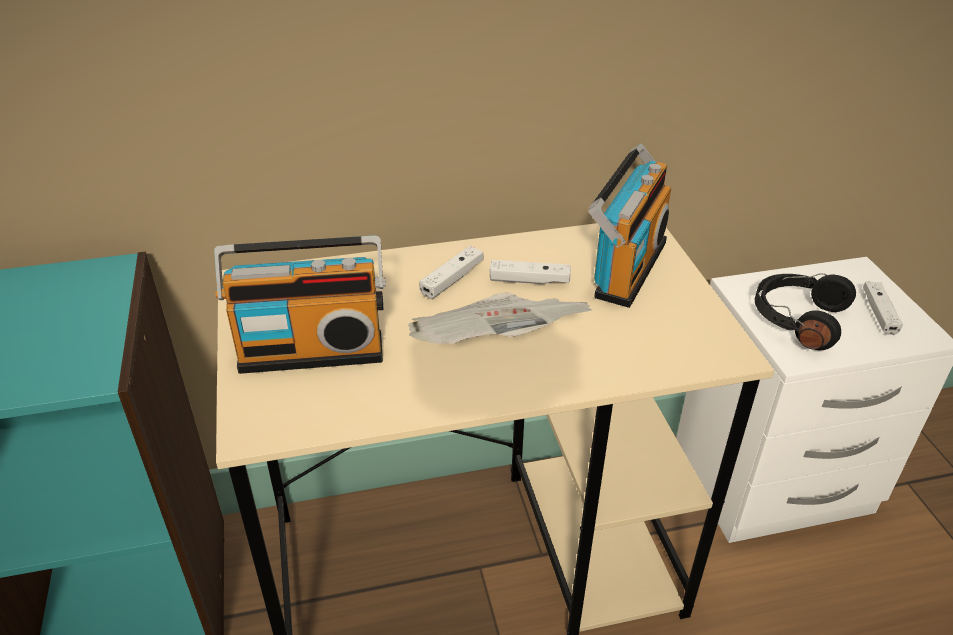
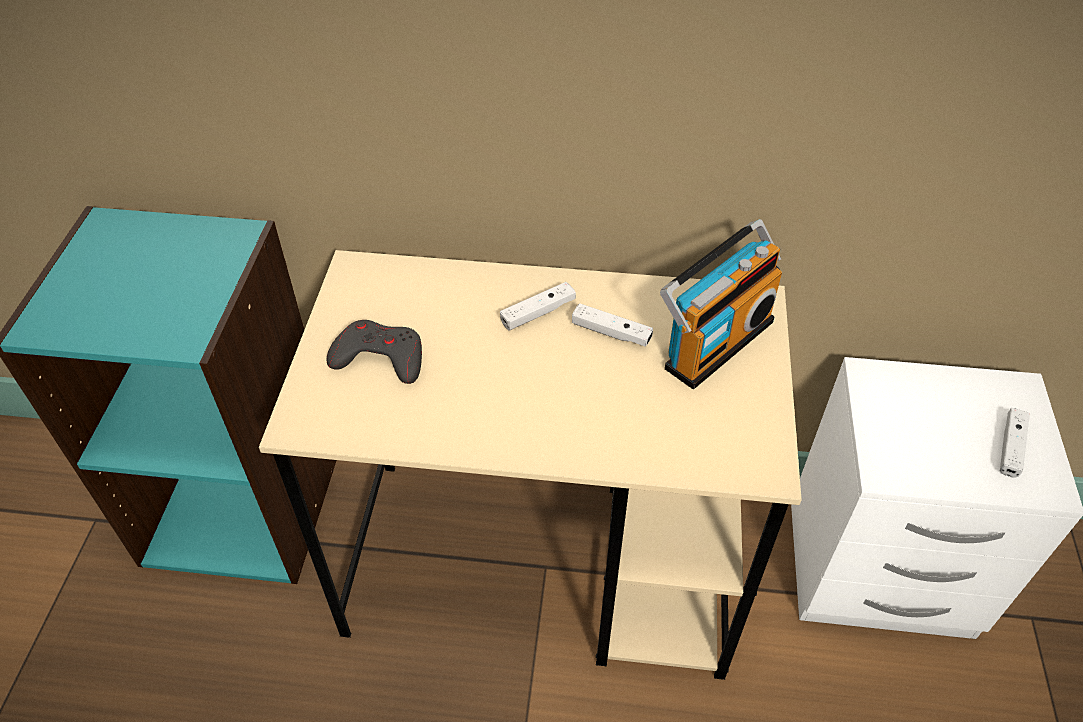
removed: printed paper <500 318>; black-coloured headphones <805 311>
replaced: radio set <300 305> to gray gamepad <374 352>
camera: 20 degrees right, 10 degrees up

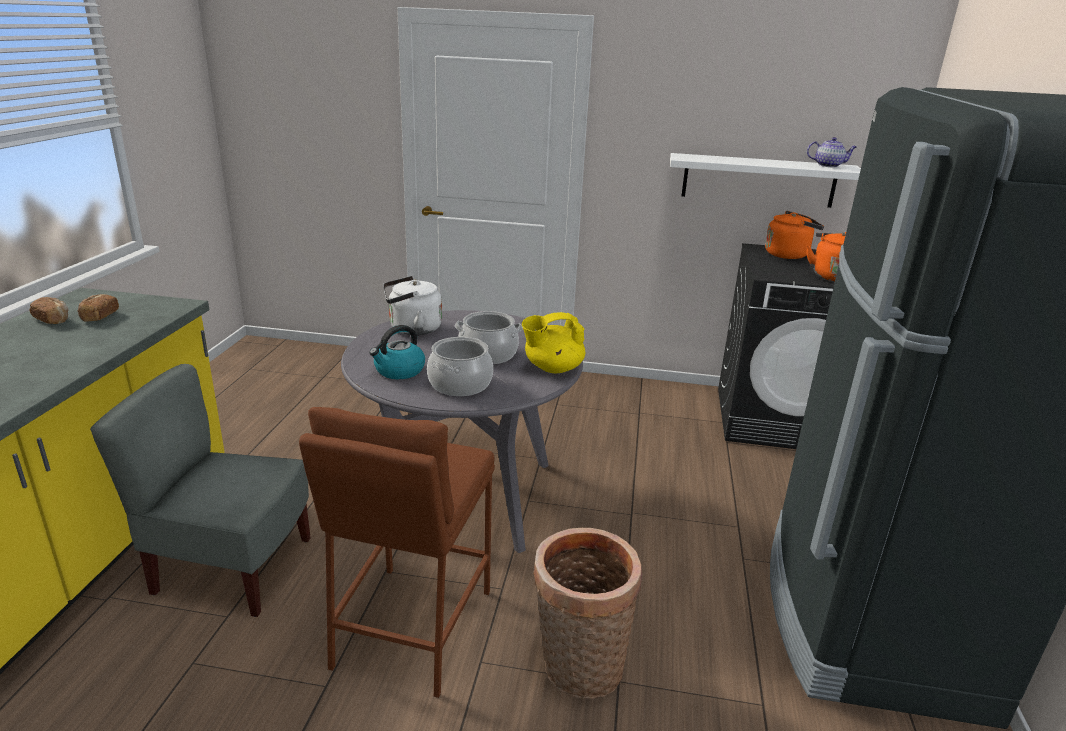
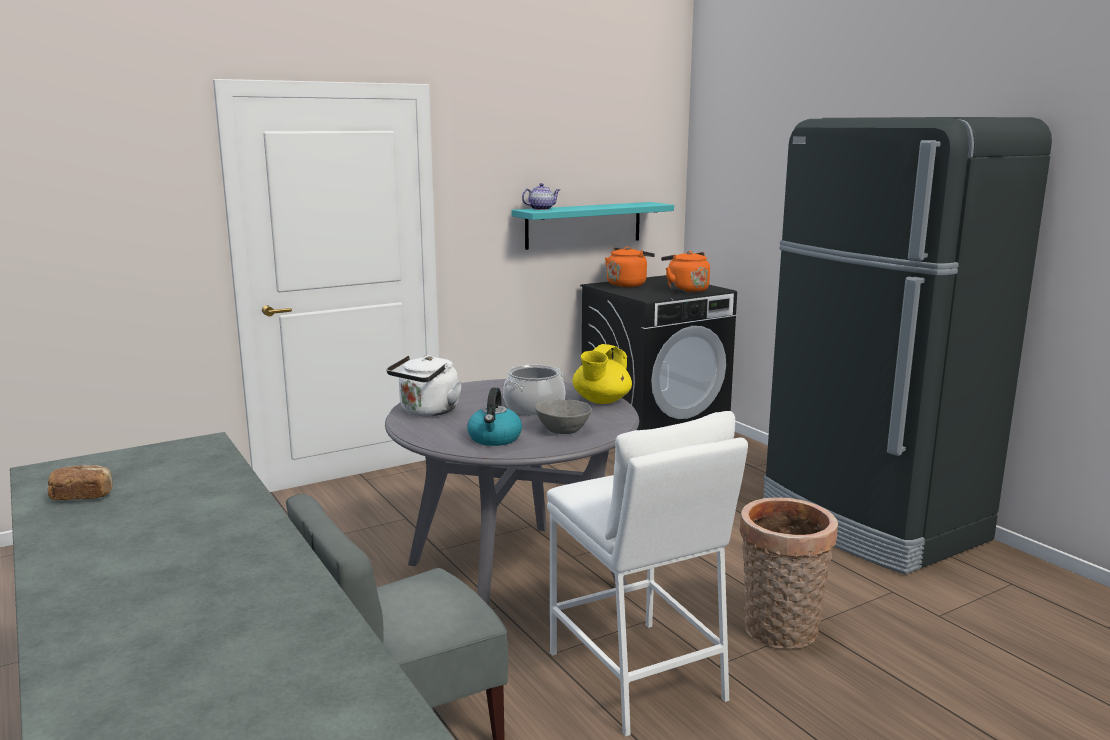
removed: baked bread <98 308>
moved: pot for tea <832 152> to <541 196>
replaced: stockpot <460 366> to gray serving bowl <563 417>
recoloured: whitish shelf <765 180> to blue-green shelf <593 226>; brown stool <397 552> to whitish stool <647 573>
camera: 40 degrees left, 10 degrees down

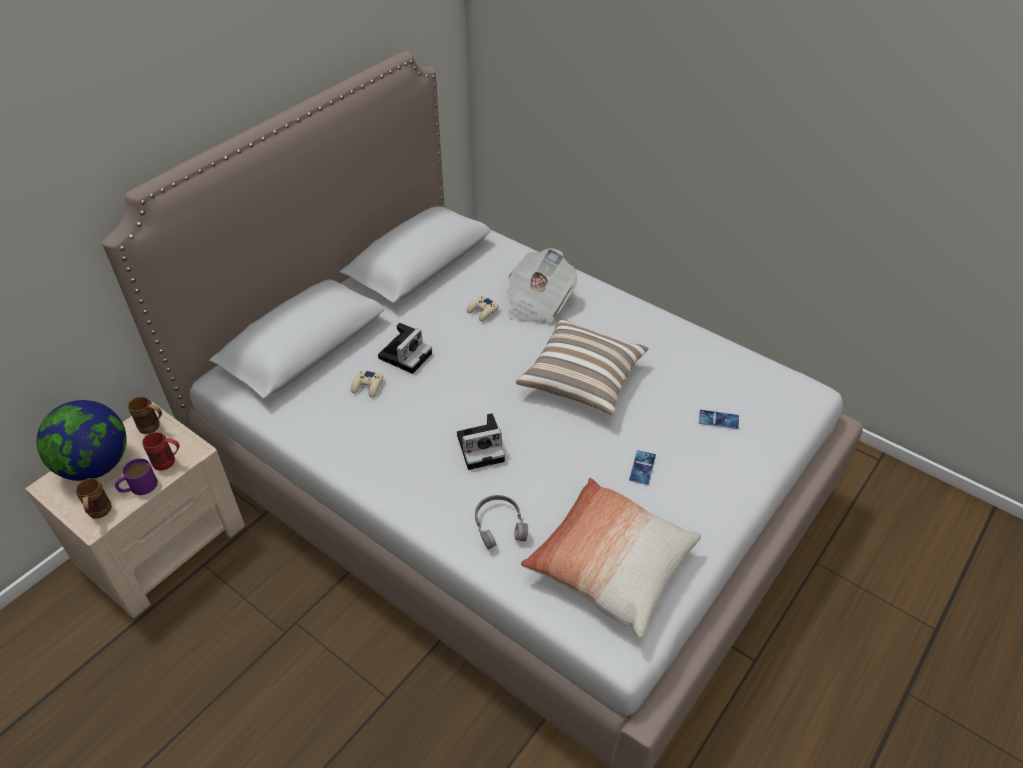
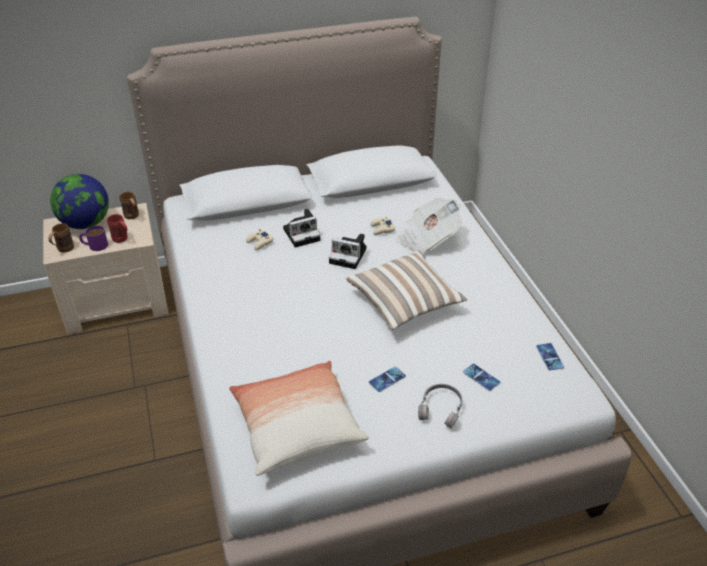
added: handset <550 356>
moved: still camera <481 441> to <347 251>; gray headphones <501 522> to <440 406>
camera: 35 degrees right, 5 degrees down

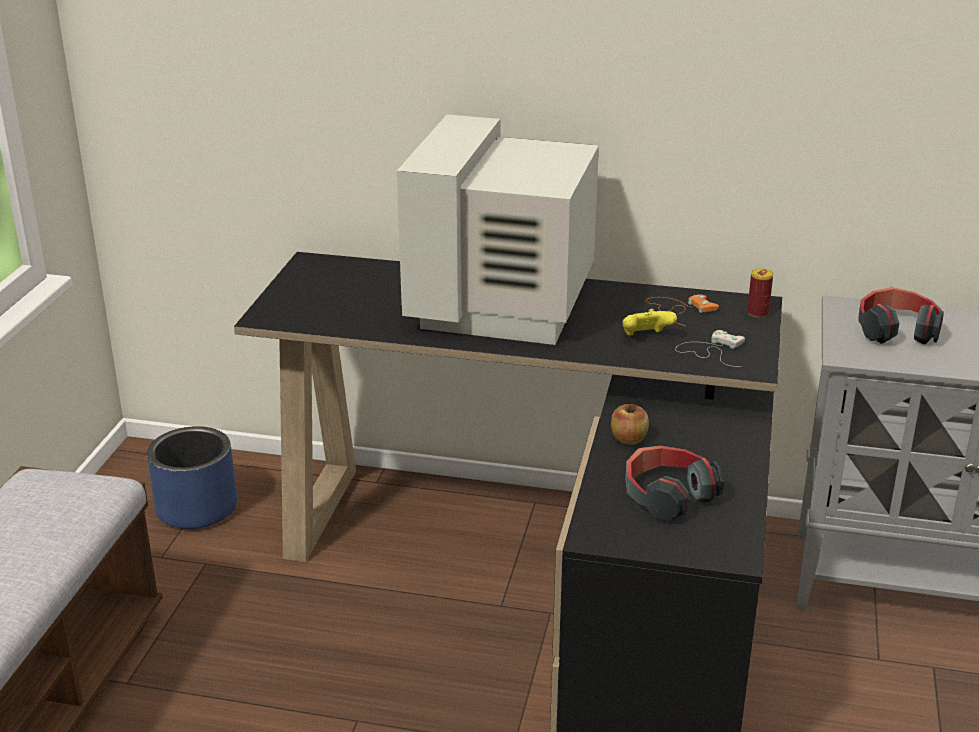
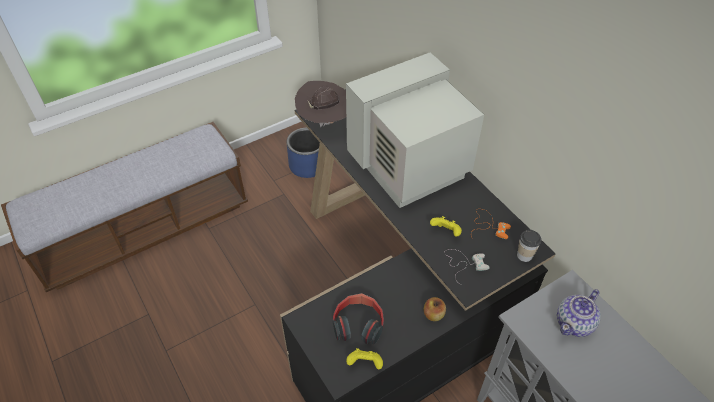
added: brown hat <320 104>; yellowish gamepad <364 358>
moved: apple <630 424> to <435 309>
replaced: sealed can <760 293> to cup <529 246>; headphones <901 316> to pot for tea <579 313>
camera: 45 degrees right, 20 degrees up

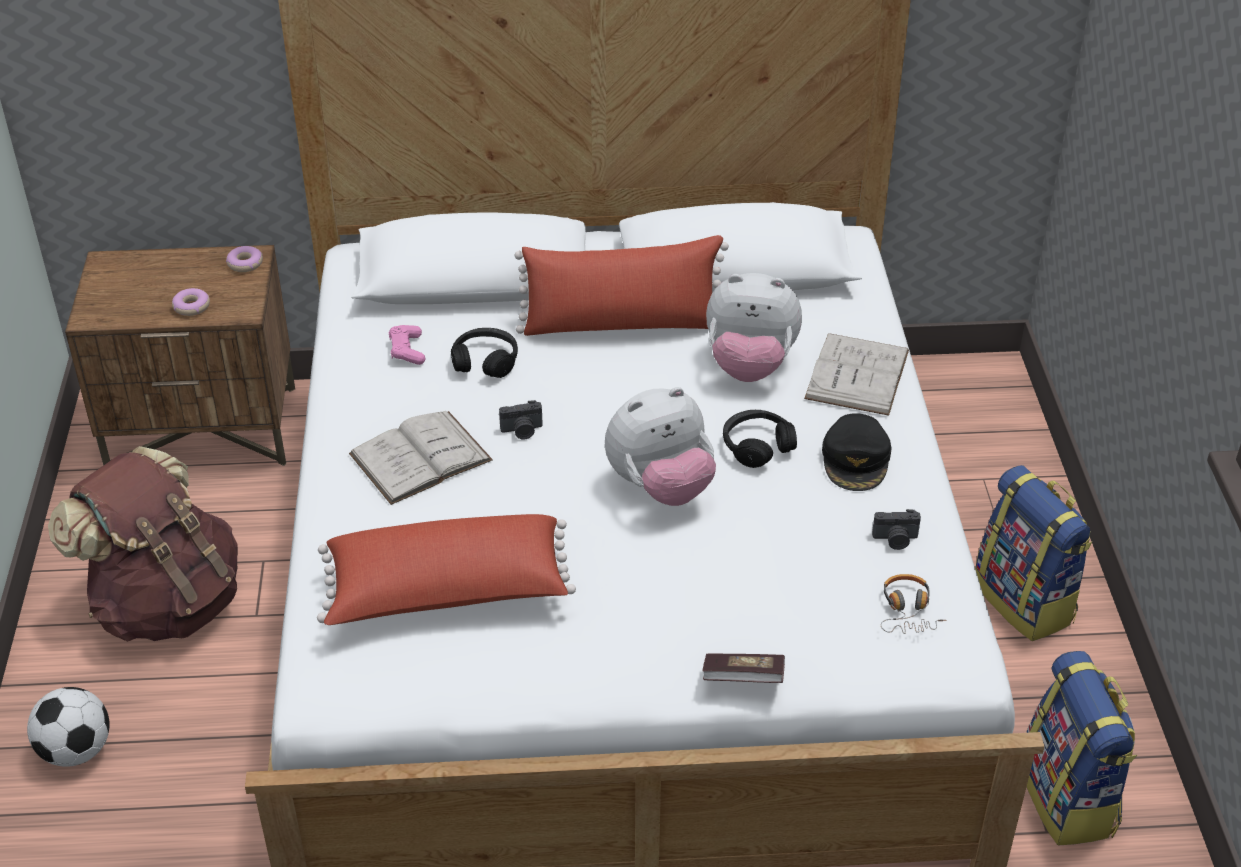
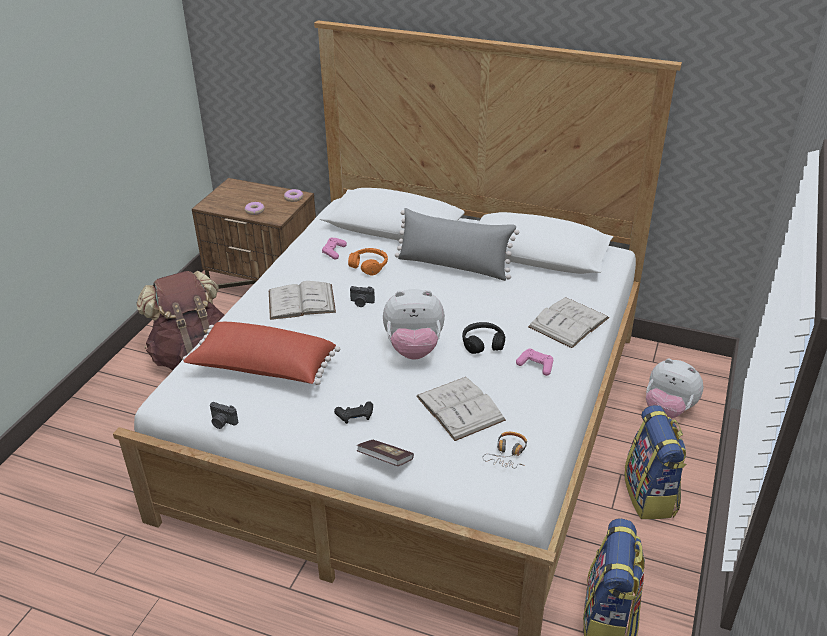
removed: football ball <68 727>
added: black-coloured gamepad <353 413>; whitish bound book <461 409>
moved: still camera <896 529> to <224 415>; plush toy <754 327> to <675 388>
replaced: black-coloured cap <857 452> to pinkish gamepad <534 362>
recoloured: black-coloured headphones <484 353> to orange-coloured headphones <368 262>; reddish cushion <621 285> to gray cushion <457 244>
camera: 25 degrees right, 5 degrees down

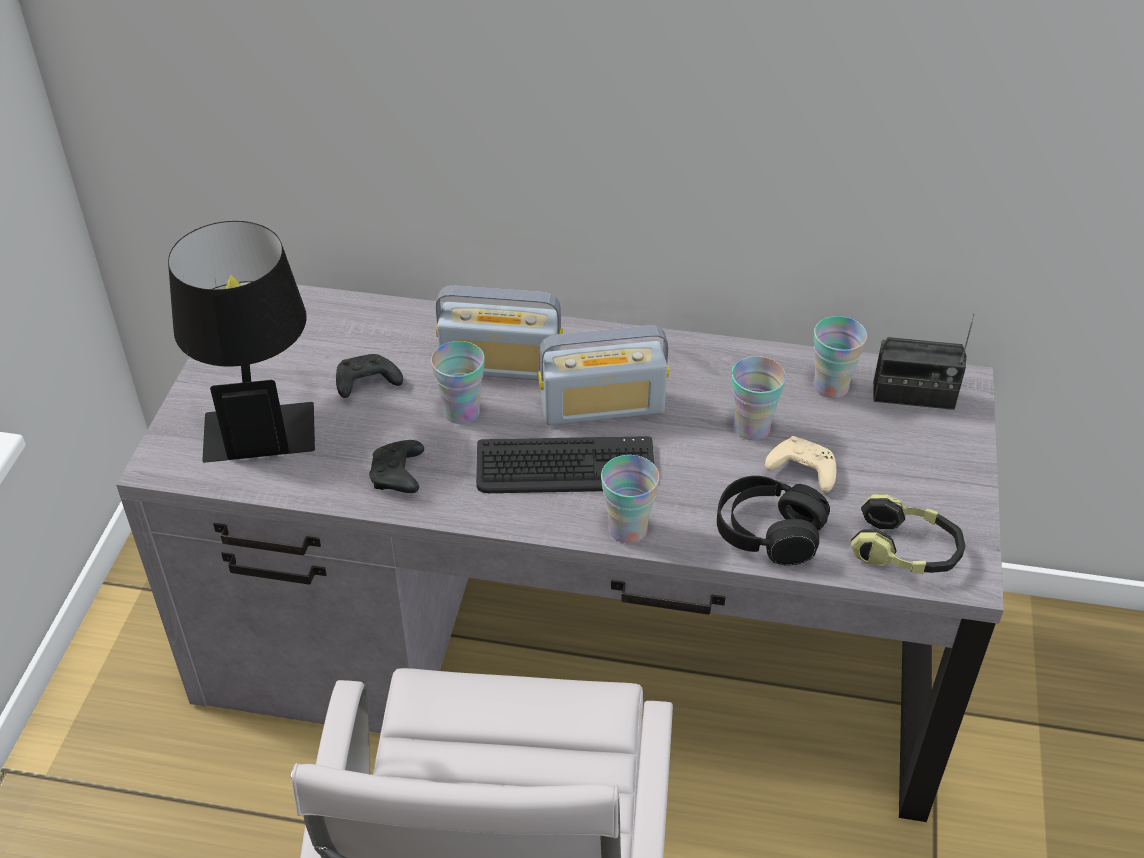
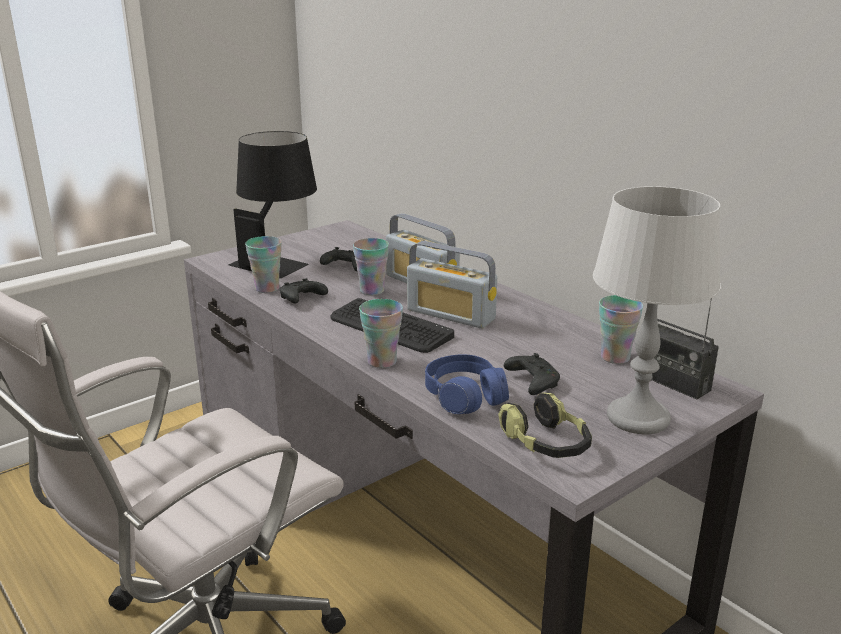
added: gray tabletop lamp <657 310>
moved: cup <759 398> to <263 264>
recoloured: black-coloured headphones <773 521> to bluish headphones <467 384>; beige gamepad <800 464> to black-coloured gamepad <532 374>
camera: 40 degrees right, 20 degrees down

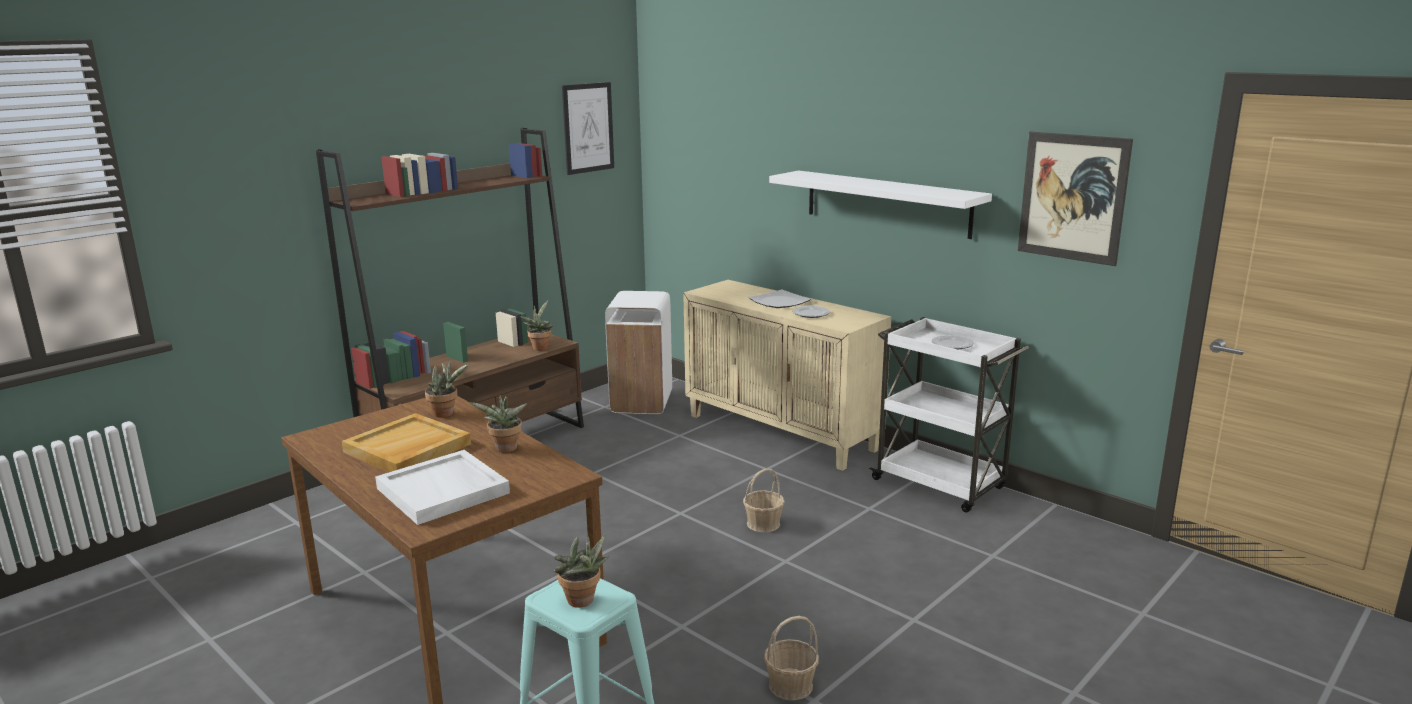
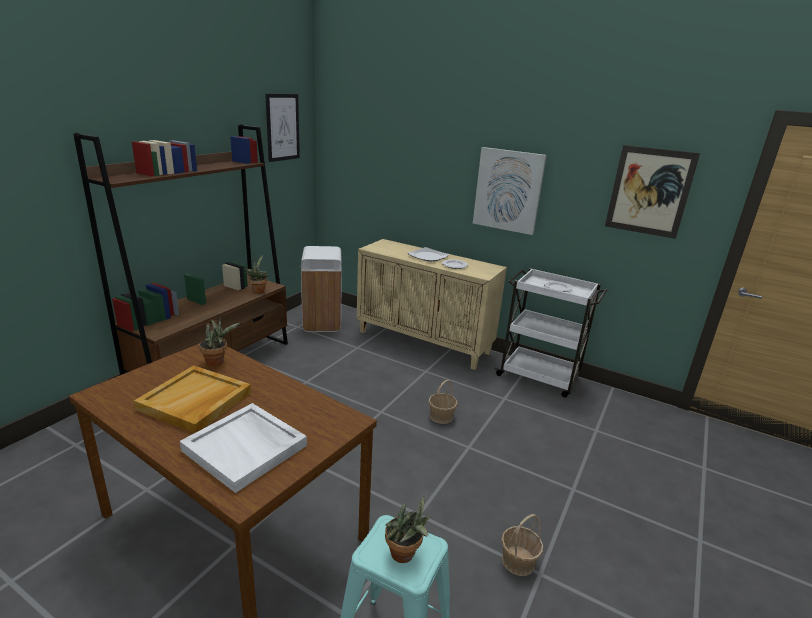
removed: plant in a pot <498 423>
replaced: whitish shelf <880 204> to wall art <510 191>
camera: 15 degrees left, 5 degrees up

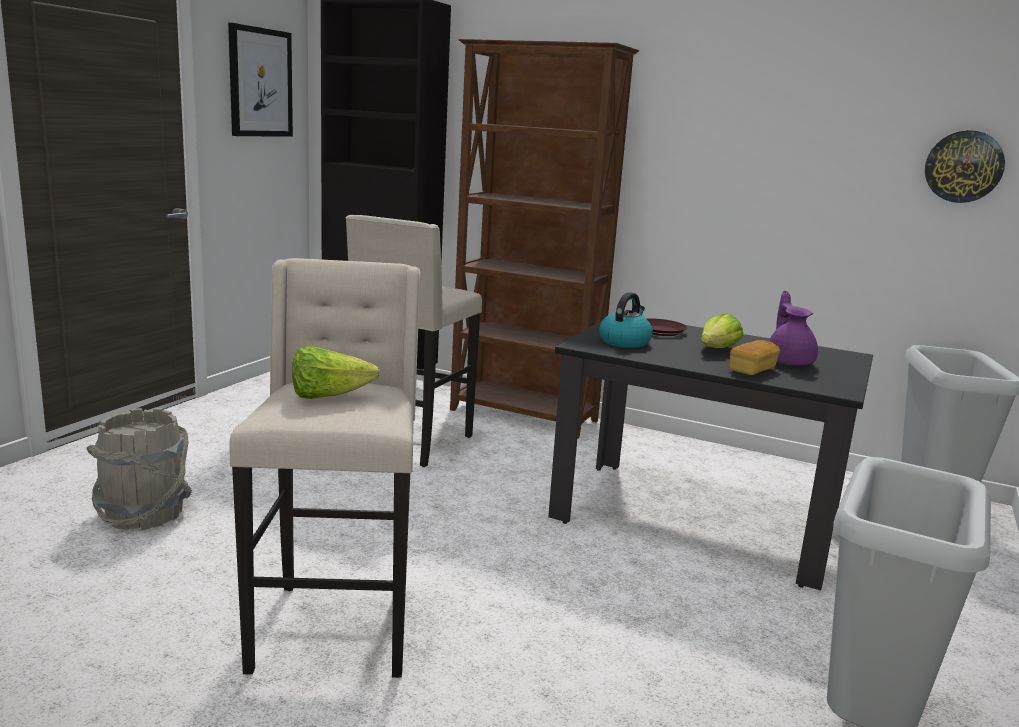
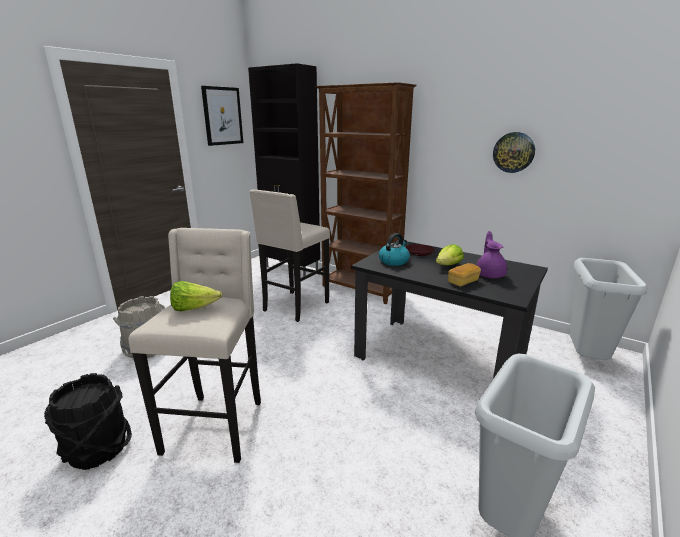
added: black-coloured pail <88 421>
moved: clock on the wall <965 166> to <514 152>
camera: 10 degrees right, 5 degrees up

